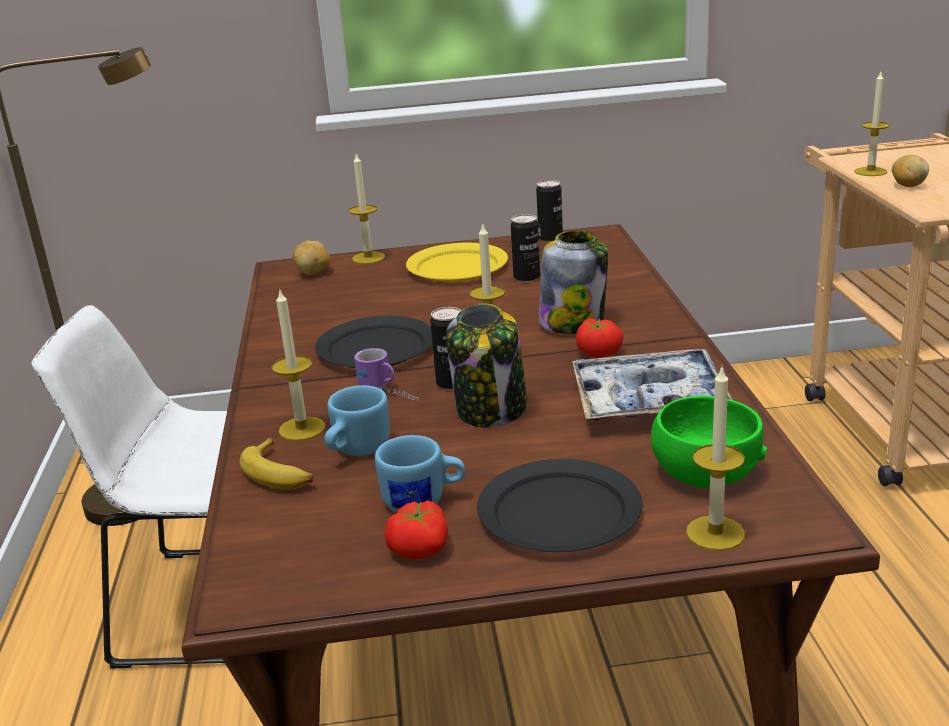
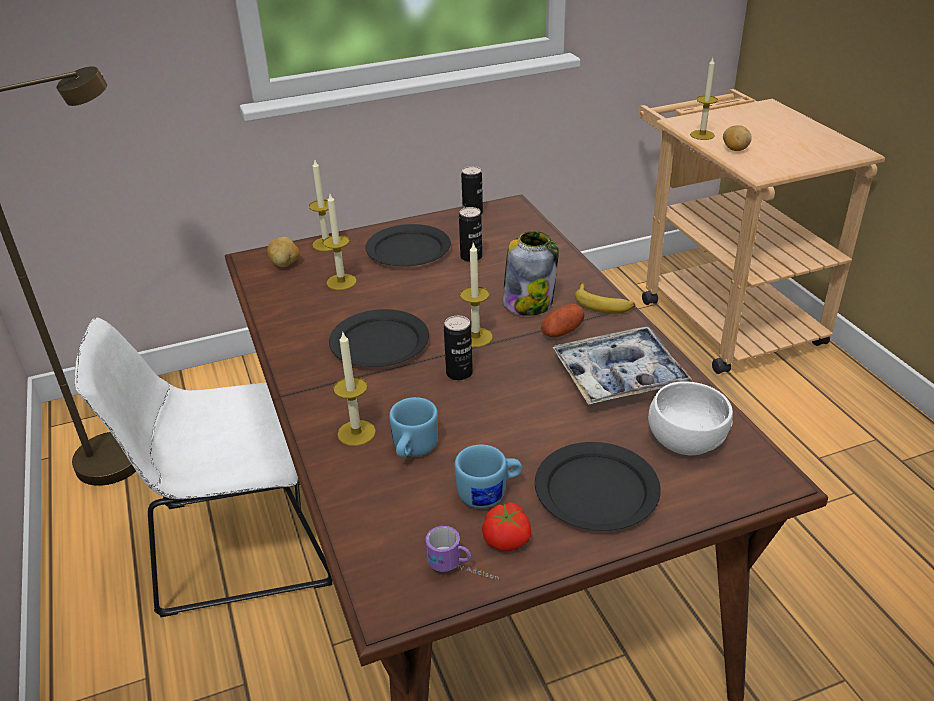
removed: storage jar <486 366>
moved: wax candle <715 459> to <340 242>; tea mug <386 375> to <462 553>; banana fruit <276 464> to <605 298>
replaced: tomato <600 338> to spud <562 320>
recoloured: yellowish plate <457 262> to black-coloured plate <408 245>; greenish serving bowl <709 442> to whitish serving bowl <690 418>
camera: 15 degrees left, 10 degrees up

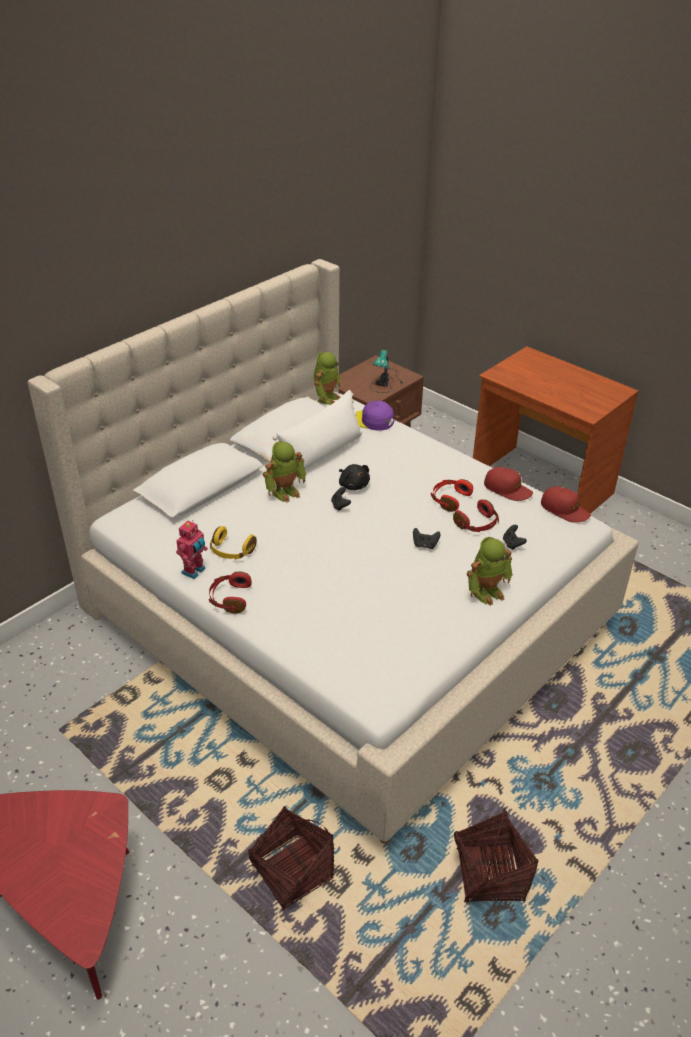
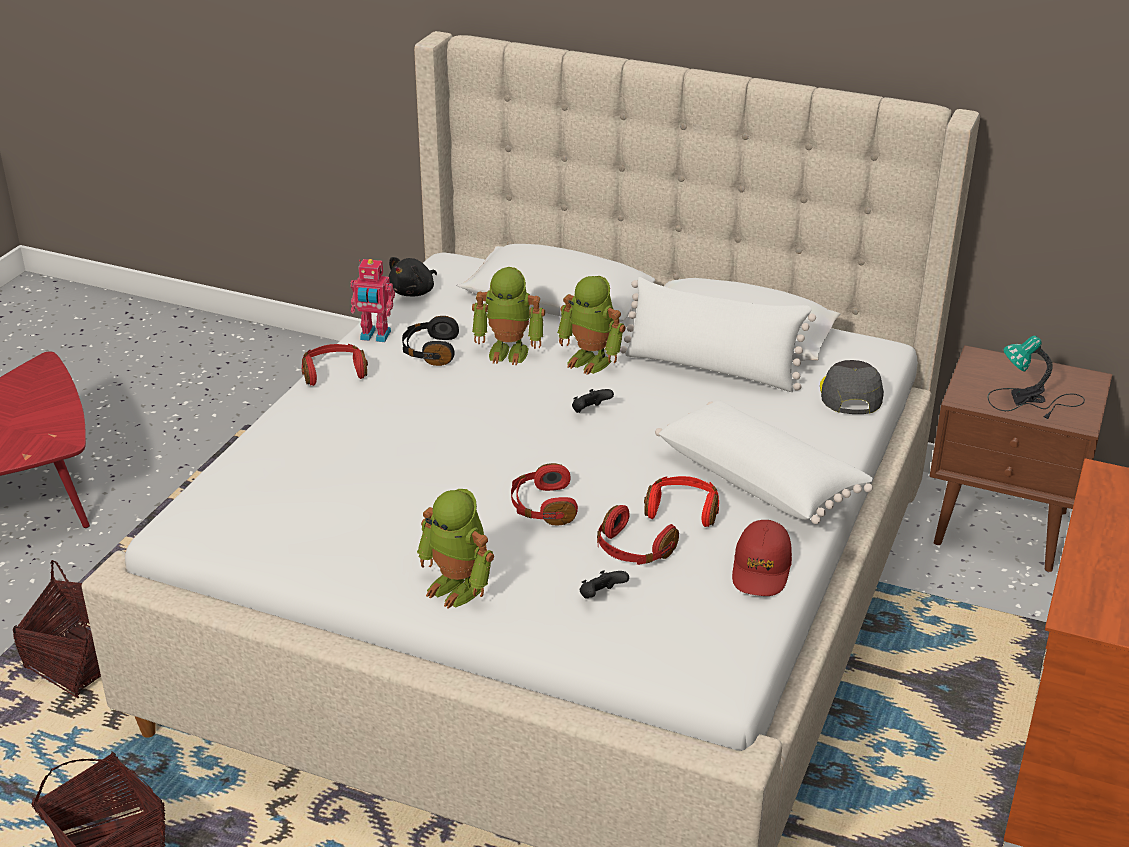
removed: reddish cap <566 504>
added: whitish cushion <764 462>
moved: black-coloured plush toy <354 477> to <413 276>; robot figure <327 378> to <508 316>
replaced: black-coloured gamepad <426 538> to reddish headphones <544 494>
recoloured: yellowish headphones <233 543> to black-coloured headphones <430 341>; purplish cap <374 416> to gray cap <852 387>
camera: 70 degrees right, 5 degrees down

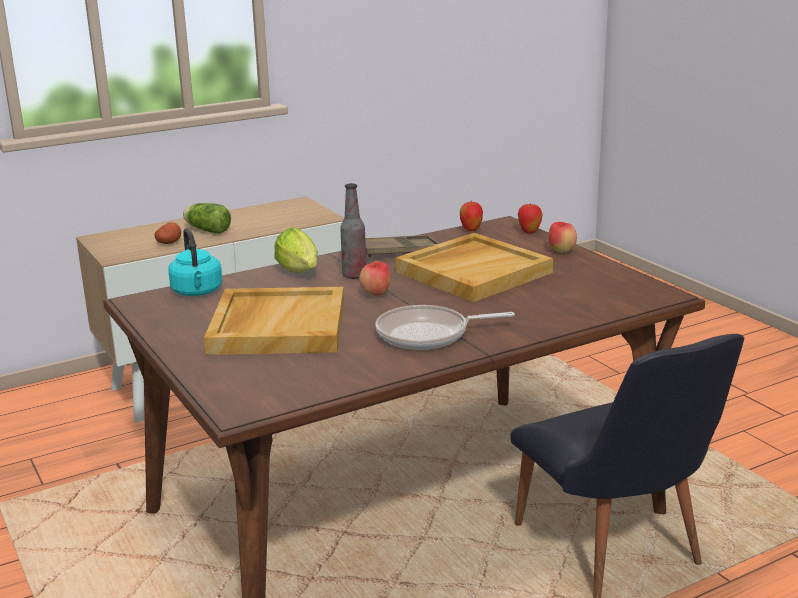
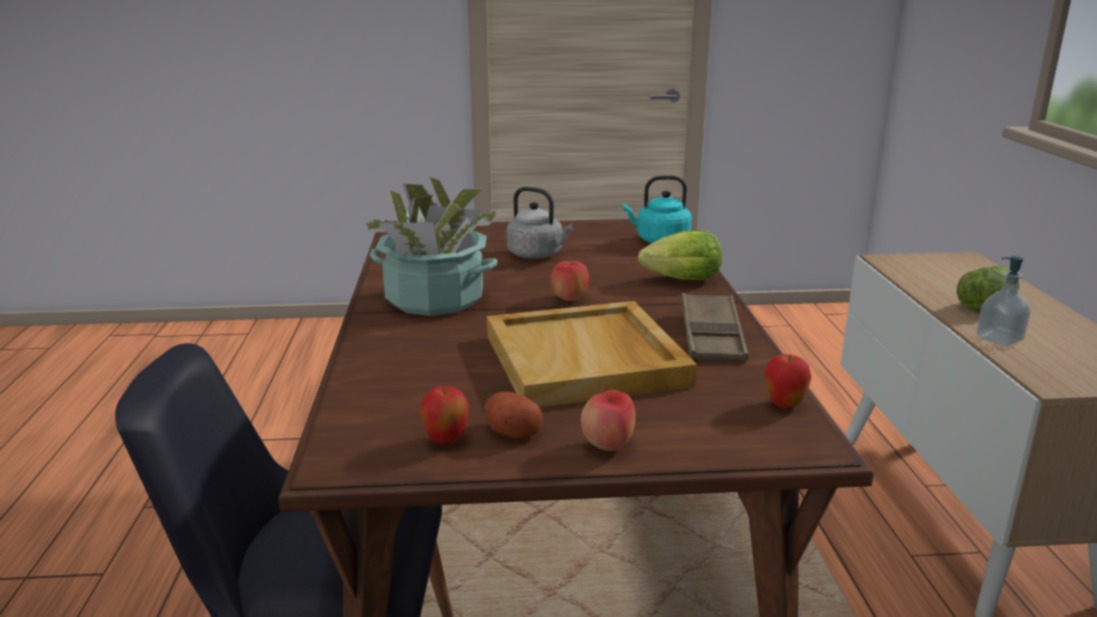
removed: bottle <353 231>
added: soap dispenser <1004 301>
moved: apple <530 219> to <444 415>; spud <168 233> to <513 415>
replaced: pan <445 327> to plant in a pot <432 246>; beige serving tray <274 321> to gray water kettle <540 223>
camera: 115 degrees right, 0 degrees up

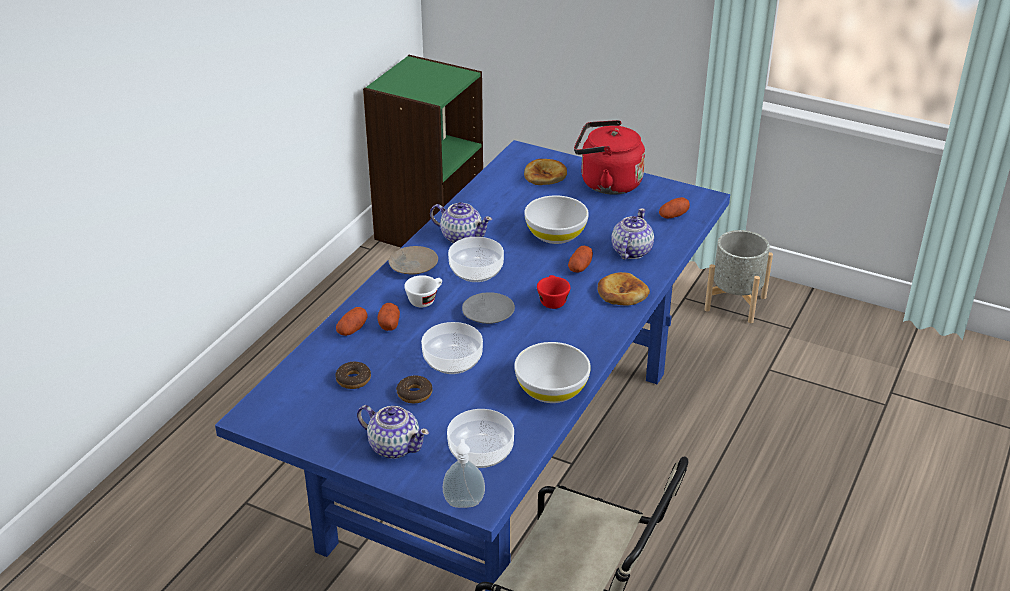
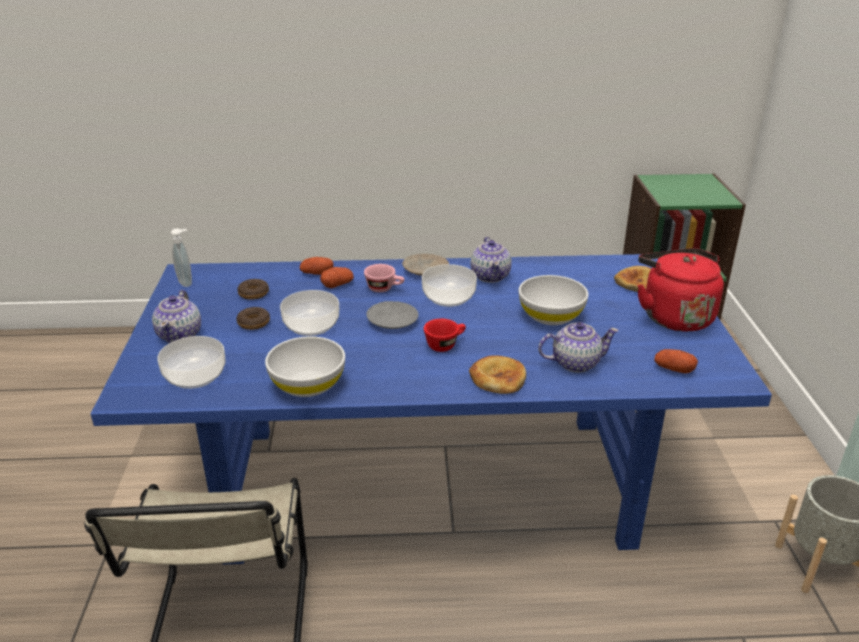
removed: spud <580 259>
moved: soap dispenser <464 473> to <181 258>
recoloured: whitish cup <423 291> to pinkish cup <384 278>
camera: 60 degrees right, 5 degrees down

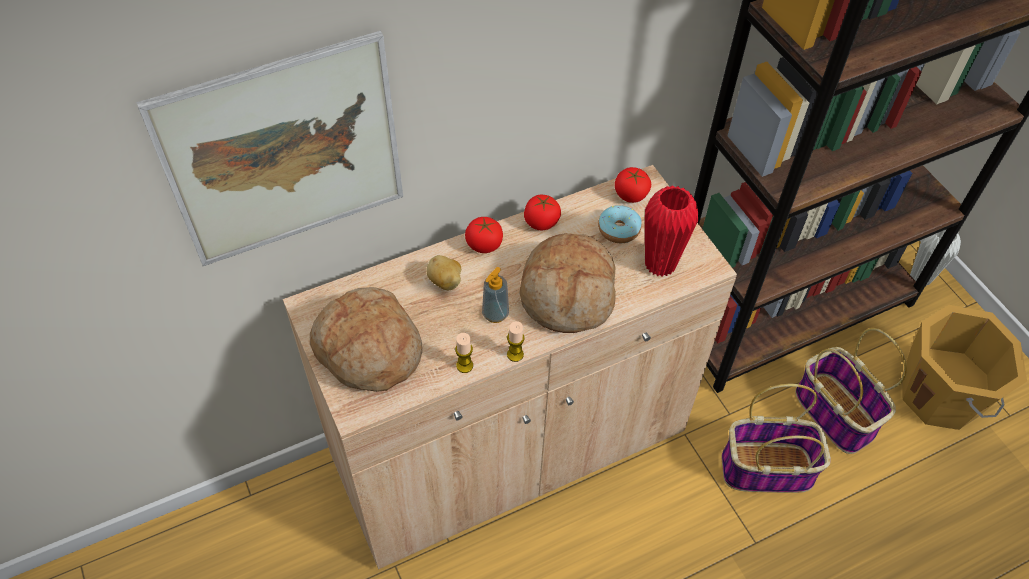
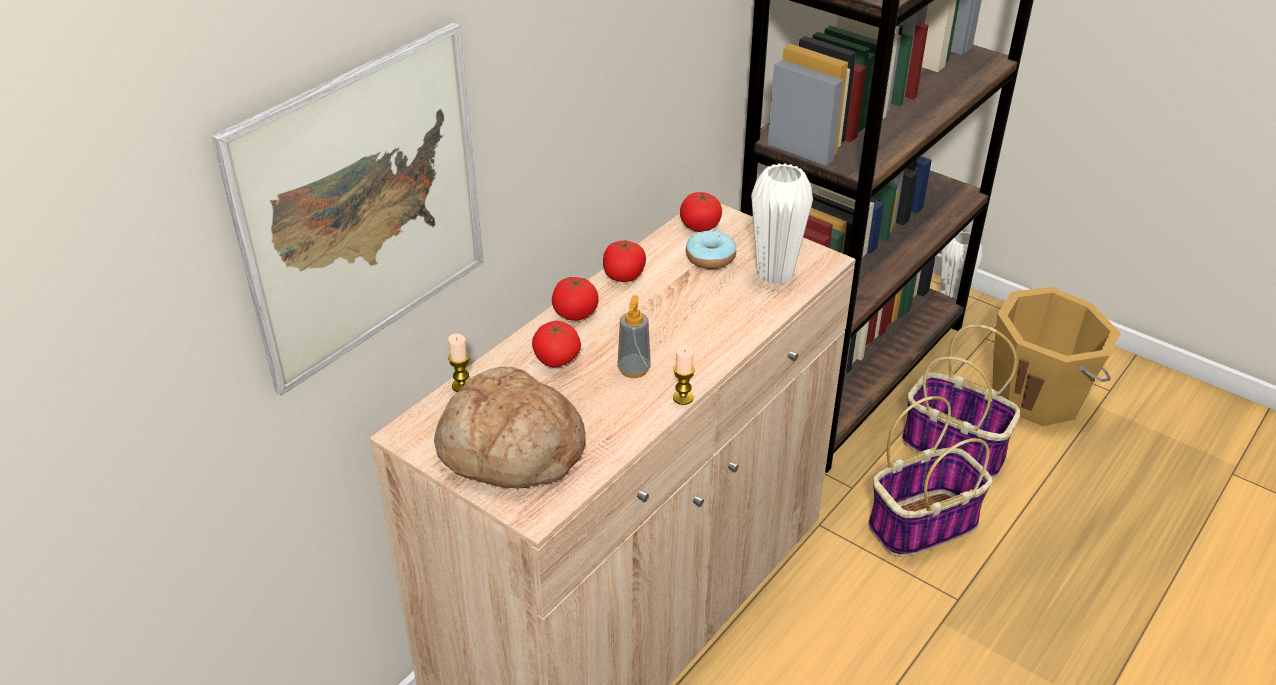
removed: baked bread <567 283>
moved: wax candle <464 353> to <458 363>
replaced: spud <444 272> to tomato <556 344>
recoloured: reddish vase <671 231> to whitish vase <782 223>
camera: 25 degrees left, 15 degrees down

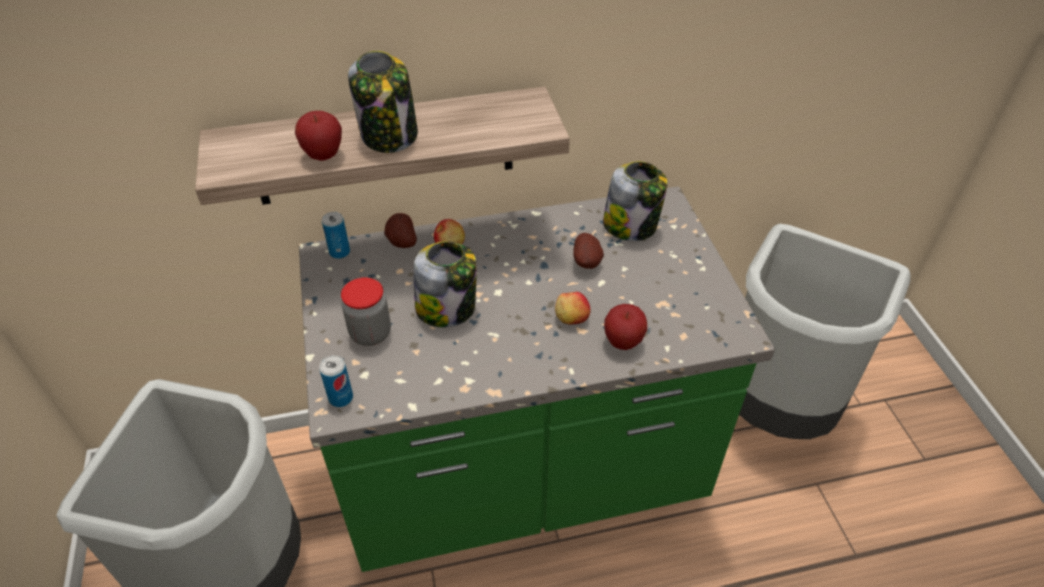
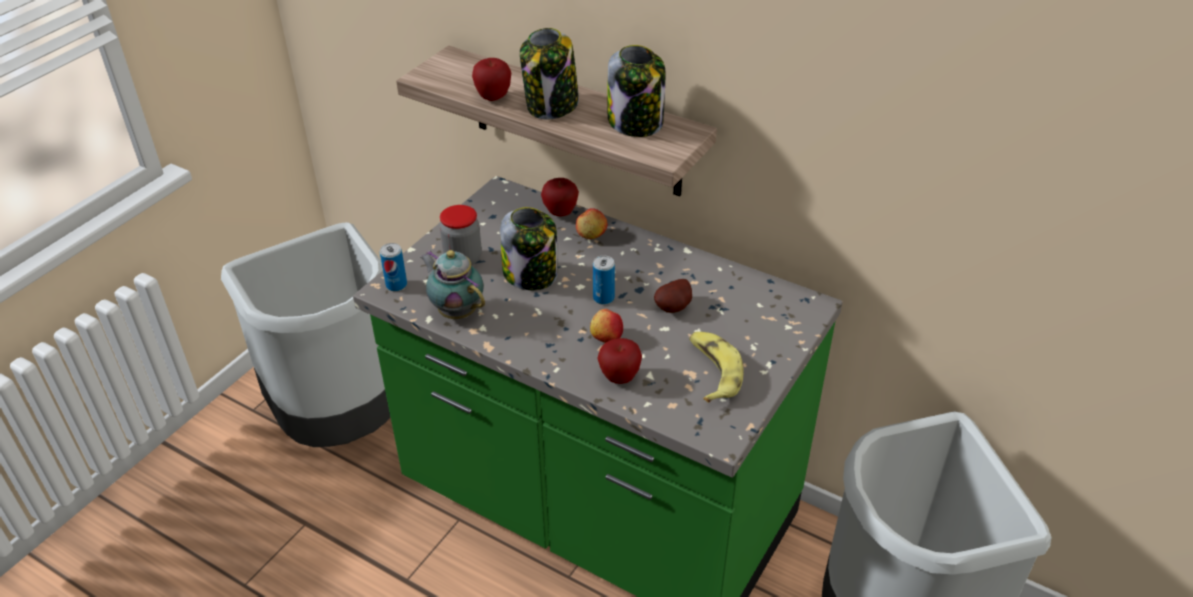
added: pot for tea <452 284>; banana fruit <716 367>
moved: sealed can <336 235> to <604 280>; storage jar <635 201> to <636 91>
replaced: spud <400 230> to apple <560 197>
camera: 45 degrees right, 5 degrees down

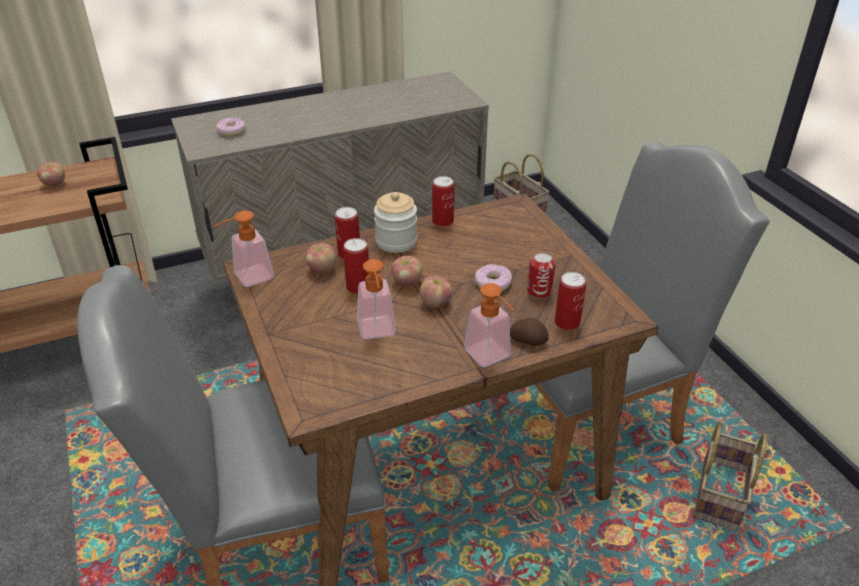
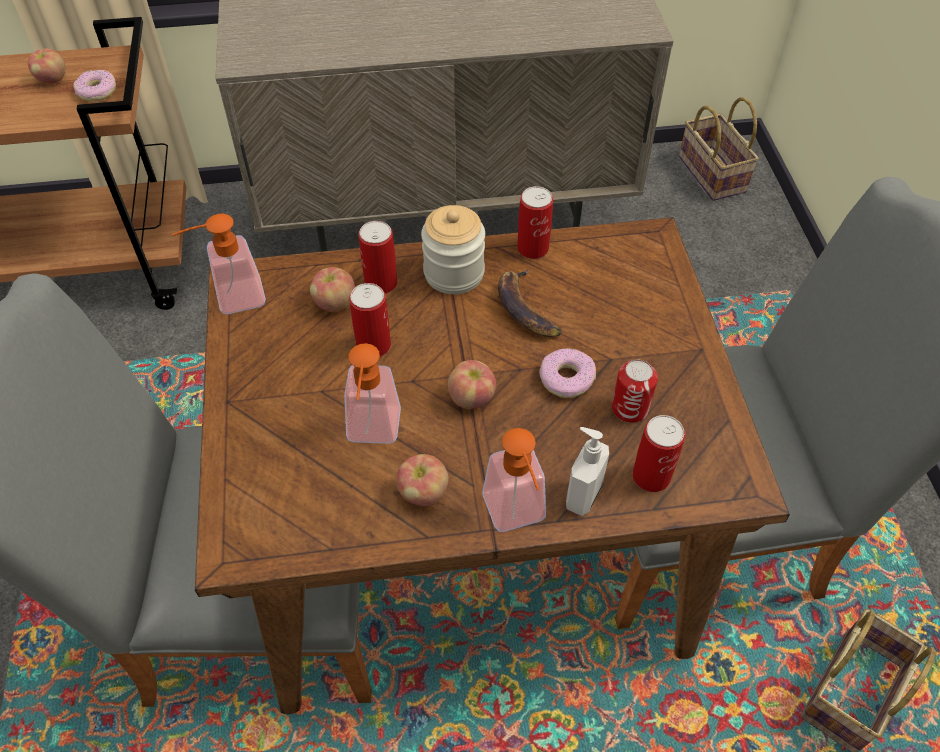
added: banana fruit <530 303>
moved: ring doughnut <230 126> to <94 86>; apple <407 271> to <422 480>
replaced: spud <529 332> to soap dispenser <587 471>
camera: 15 degrees right, 15 degrees up

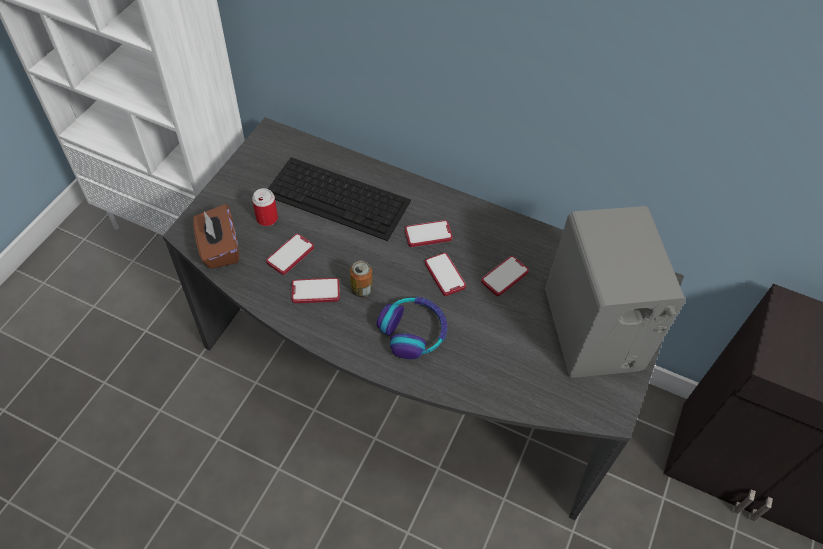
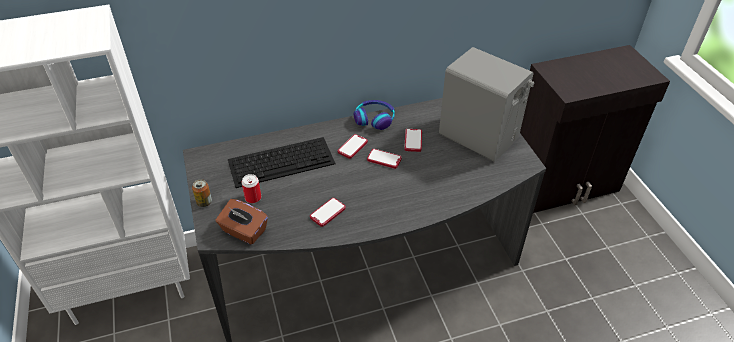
removed: handset <290 254>
moved: sealed can <361 279> to <202 193>; headphones <412 328> to <374 115>
camera: 40 degrees left, 10 degrees down

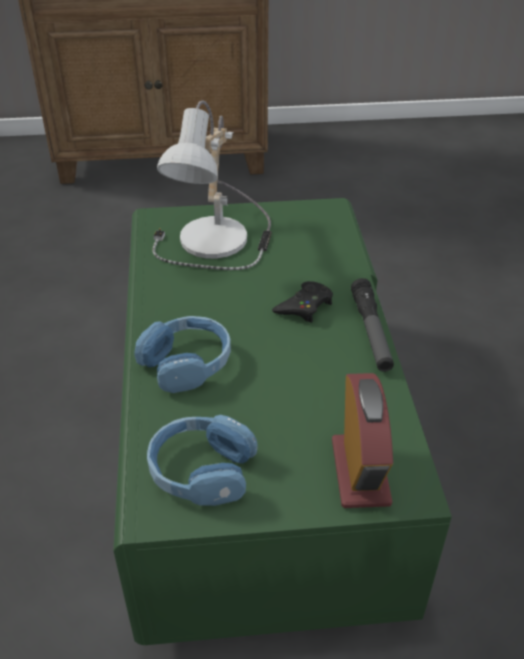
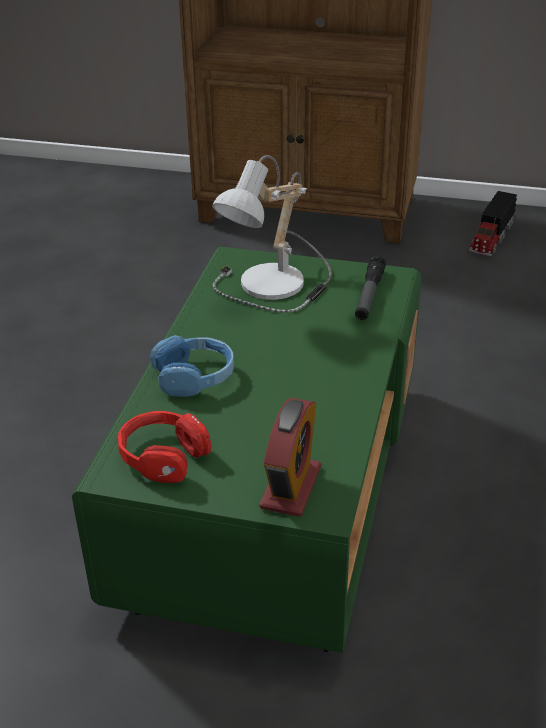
removed: black-coloured gamepad <302 302>
added: toy lorry <493 224>
moved: flashlight <372 325> to <370 288>
recoloured: bluish headphones <202 460> to reddish headphones <164 447>
camera: 20 degrees right, 5 degrees down

